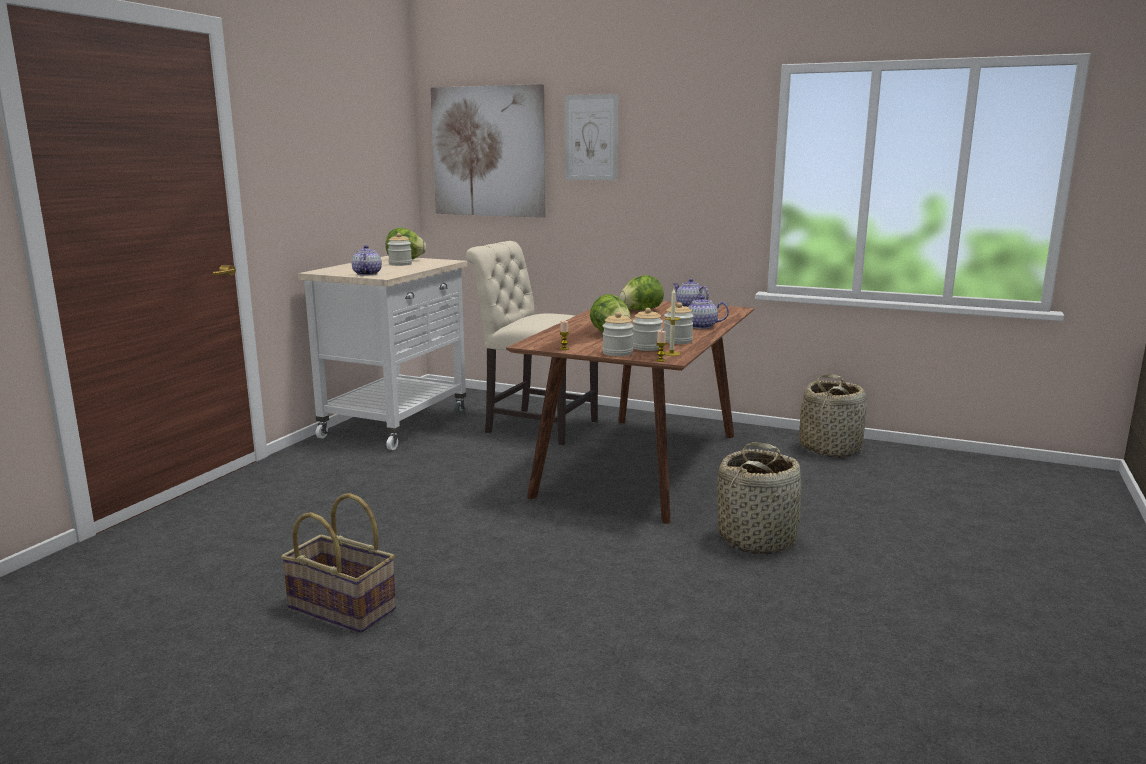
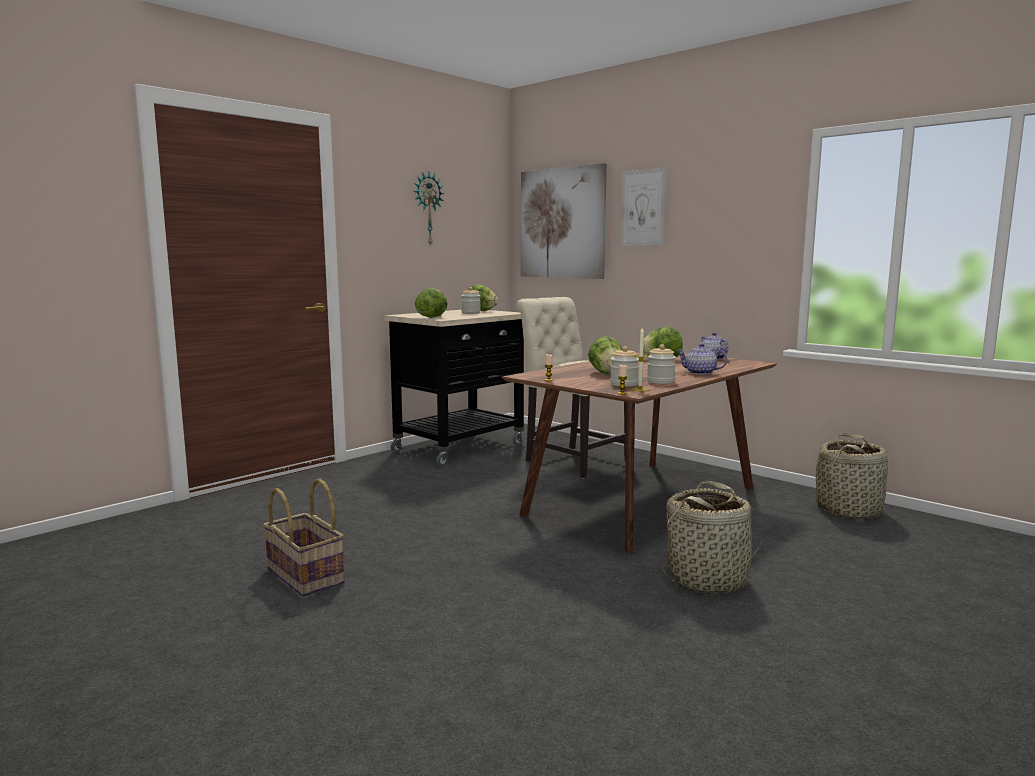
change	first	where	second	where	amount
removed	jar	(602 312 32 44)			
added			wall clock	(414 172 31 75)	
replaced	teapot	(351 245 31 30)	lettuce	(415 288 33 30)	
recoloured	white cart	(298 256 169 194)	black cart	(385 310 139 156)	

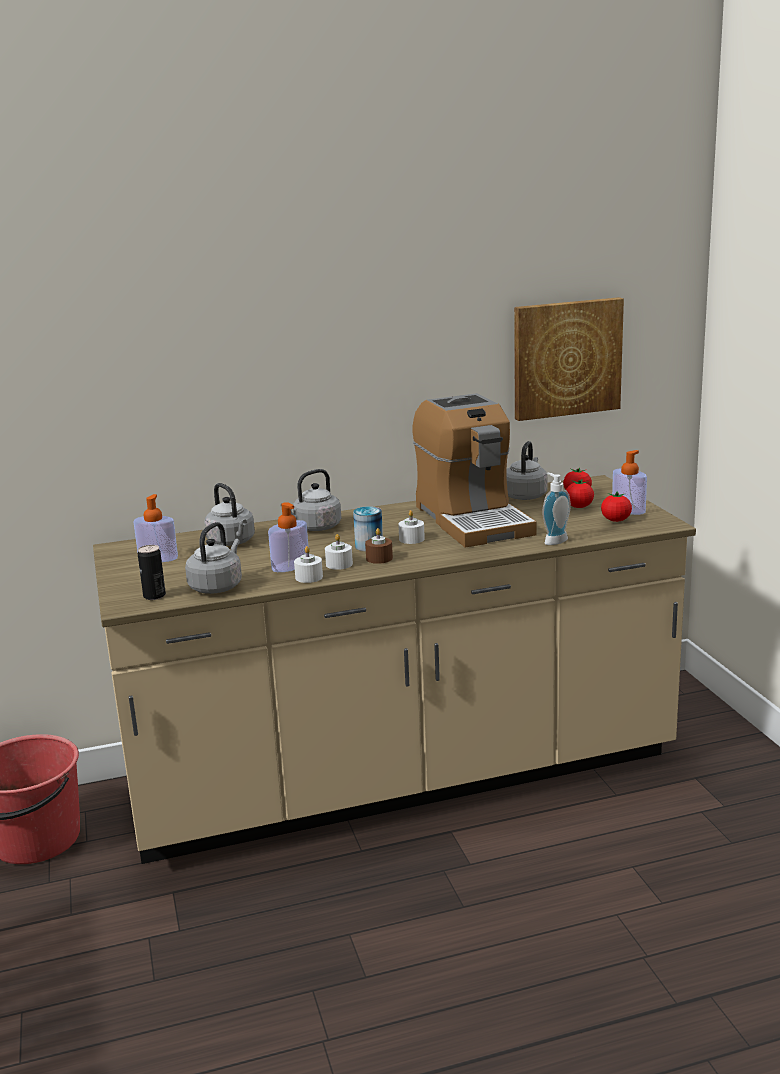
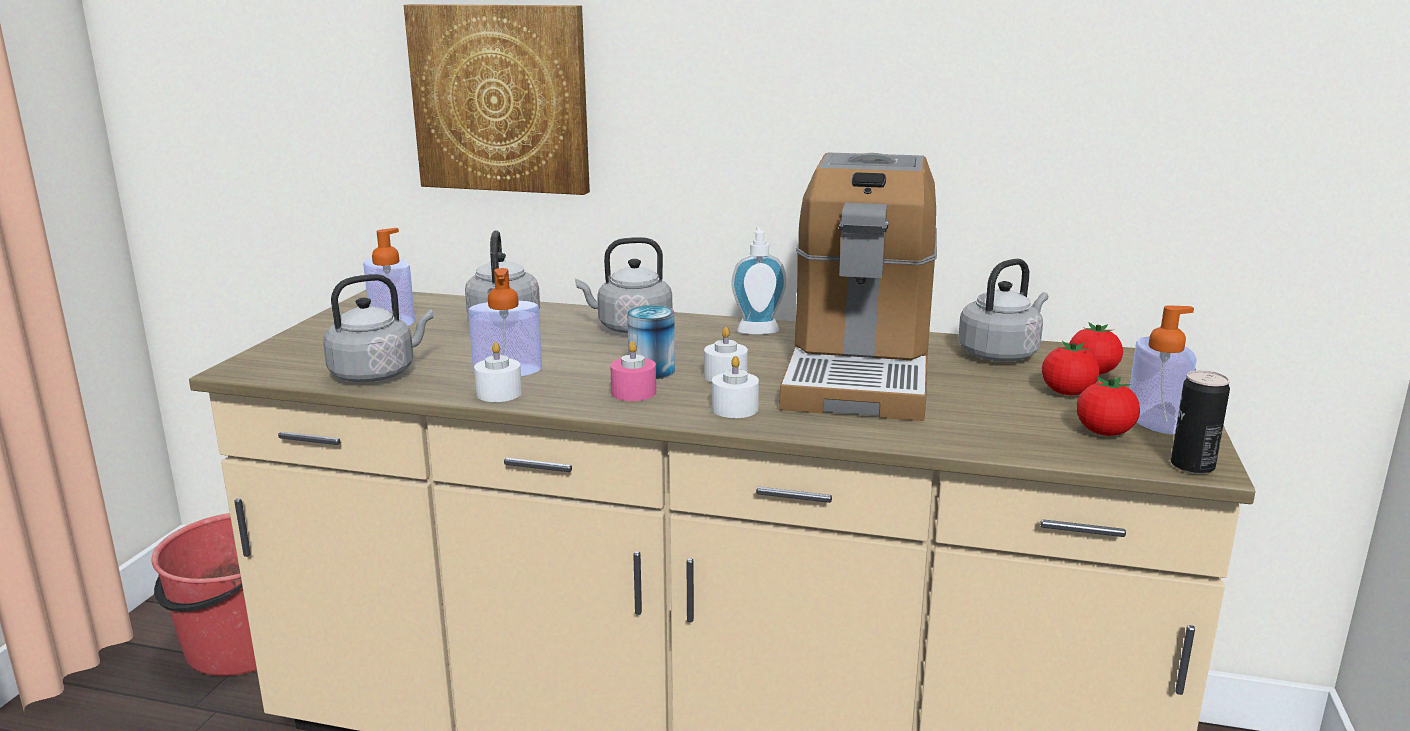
change	first	where	second	where	amount
moved	can	(138 545 28 55)		(1171 370 59 104)	
moved	white candle	(325 534 28 36)		(712 356 47 62)	
moved	picture	(514 297 110 124)		(404 4 186 191)	
moved	soap dispenser	(542 473 29 72)		(732 227 55 108)	
recoloured	brown candle	(365 528 28 36)	pink candle	(610 341 46 60)	

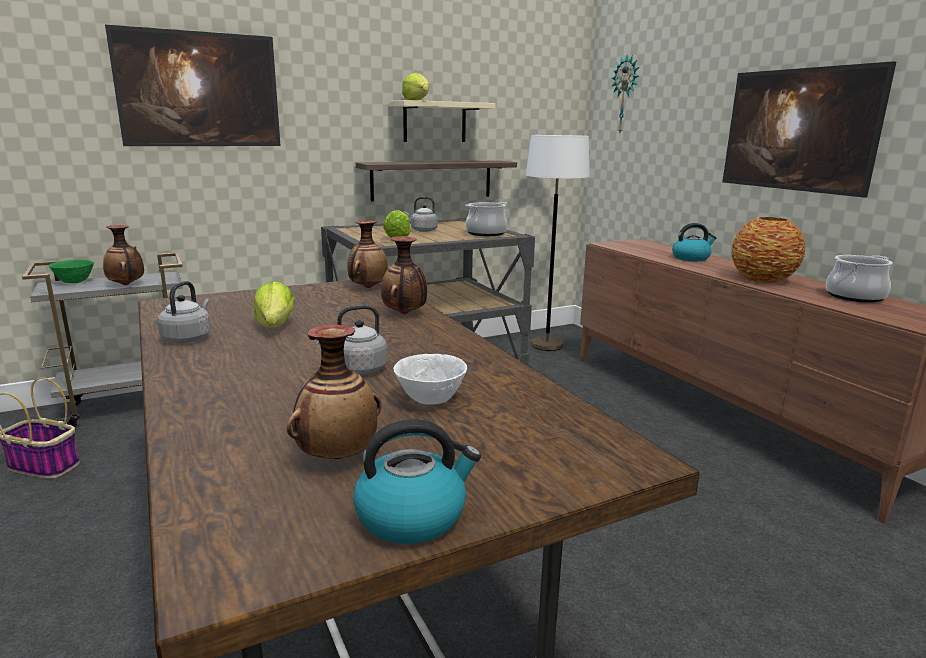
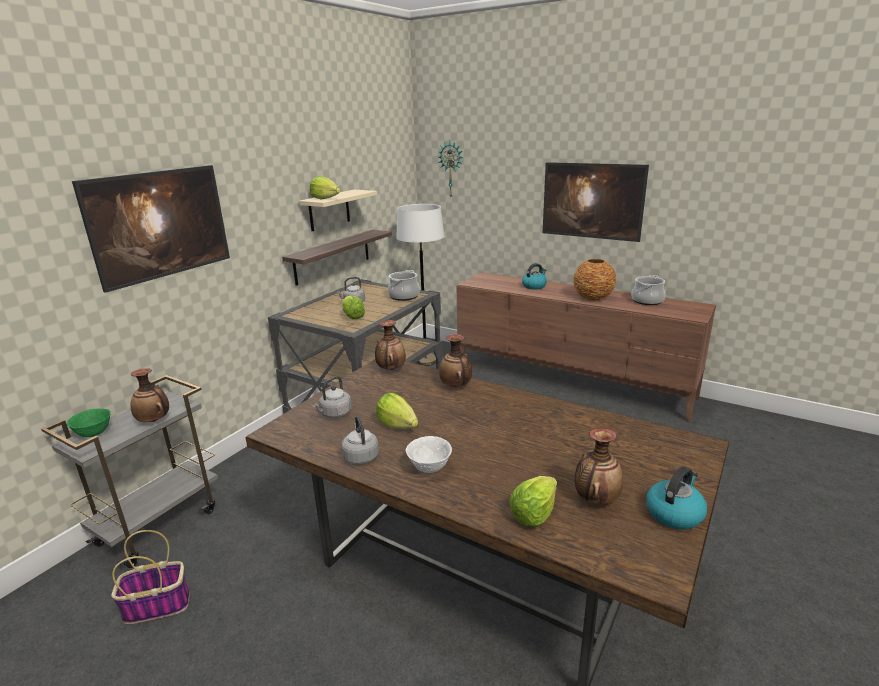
change	first	where	second	where	amount
added			lettuce	(509 476 48 52)	
moved	grey kettle	(316 305 71 70)		(312 376 40 42)	
moved	white bowl	(393 354 74 51)		(406 436 46 37)	

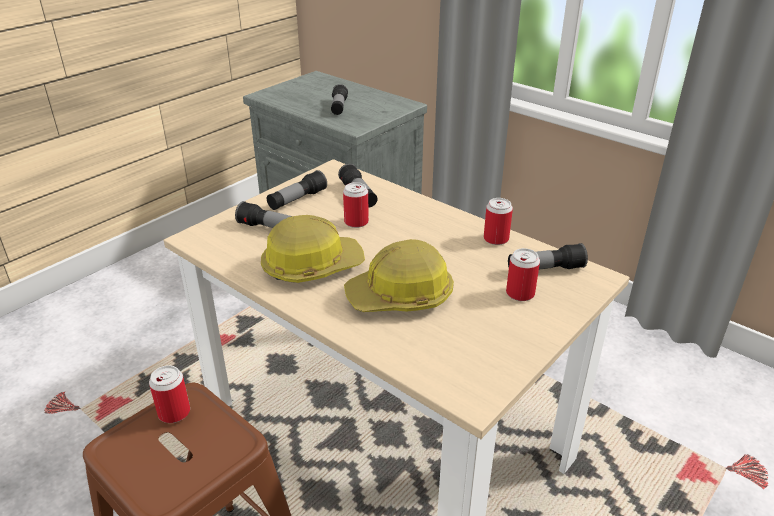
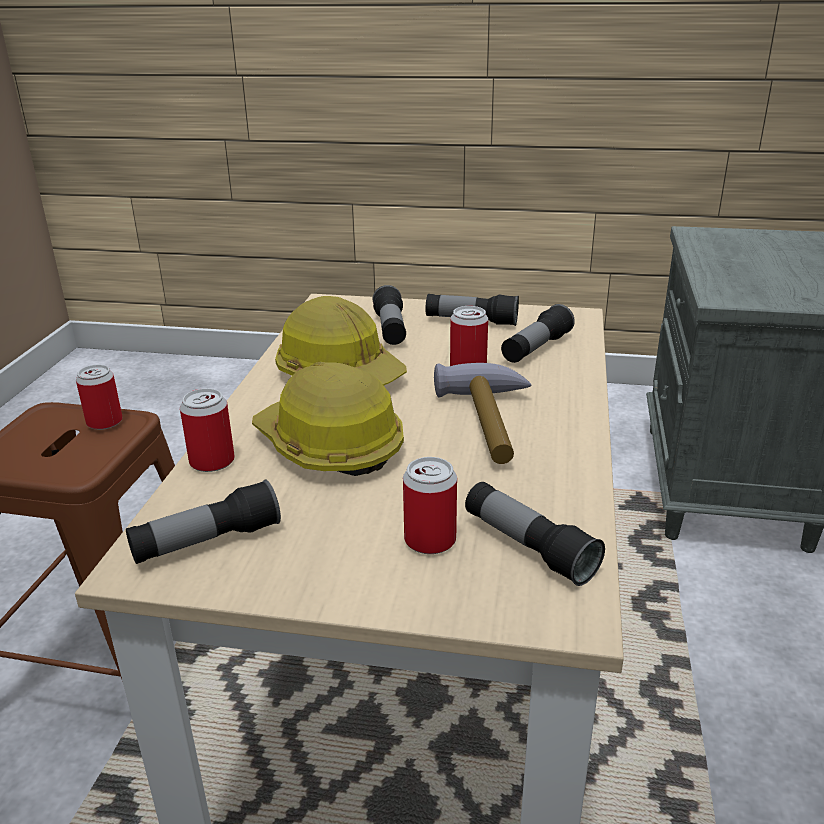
change	first	where	second	where	amount
added			hammer	(434 363 97 101)	
moved	flashlight	(331 84 17 31)		(126 480 155 84)	
moved	can	(484 198 29 47)		(180 388 55 84)	

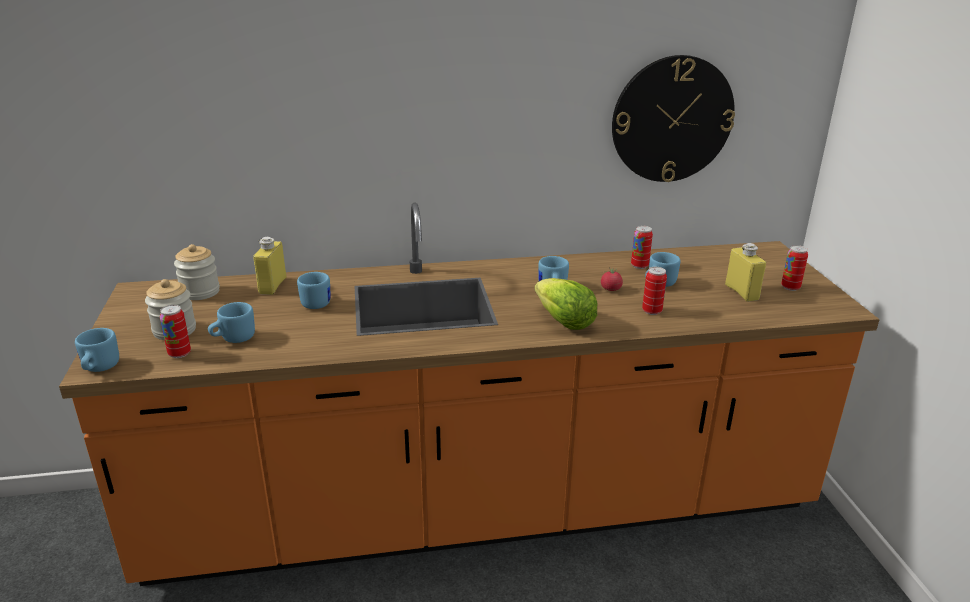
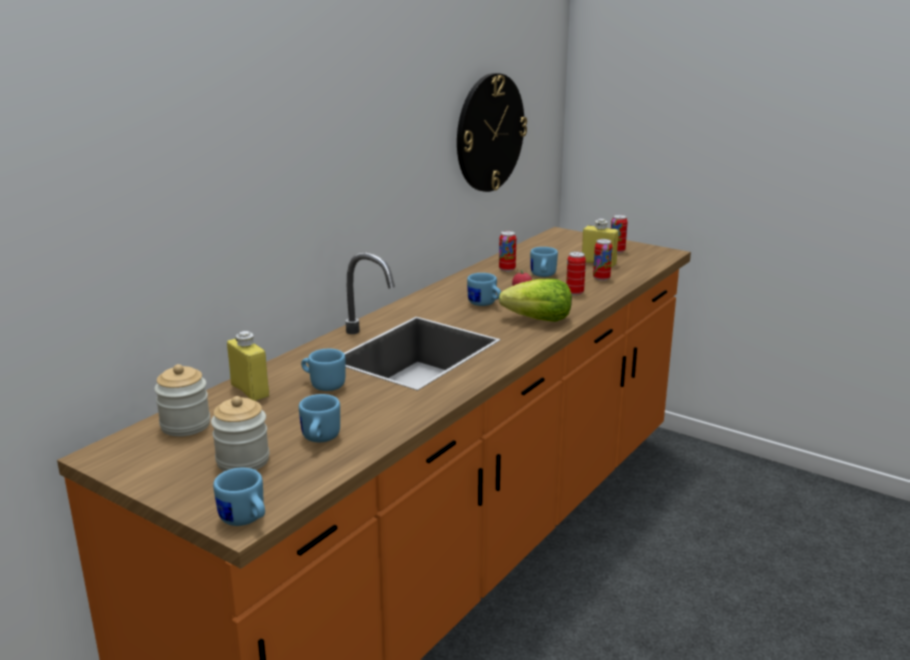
change	first	where	second	where	amount
moved	can	(160 305 31 53)		(593 239 19 42)	

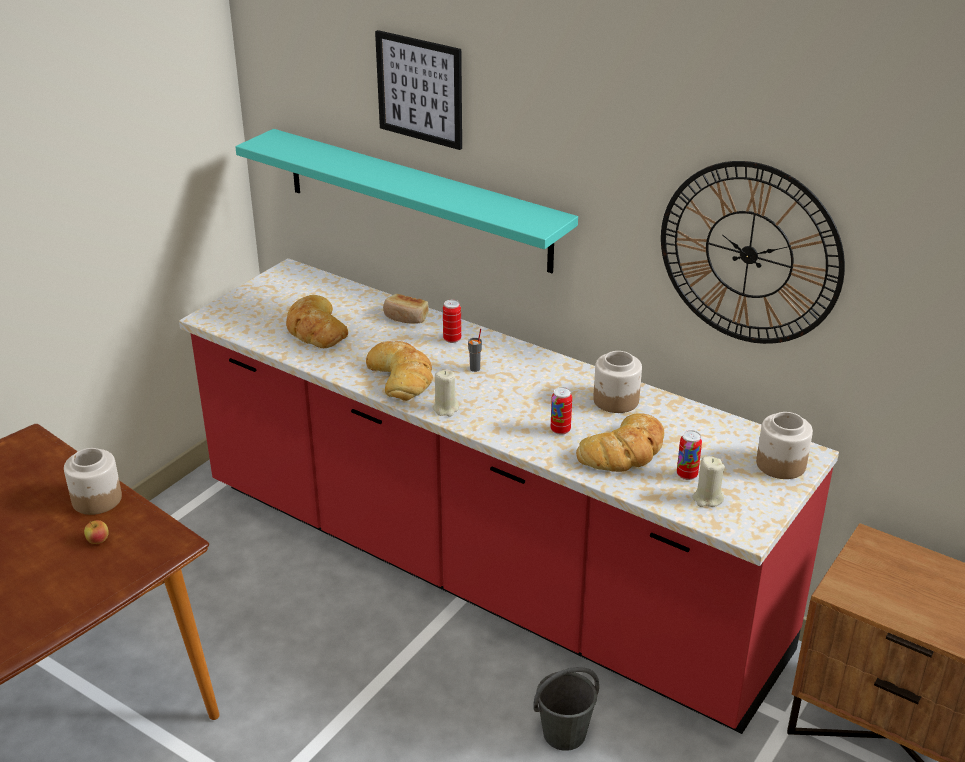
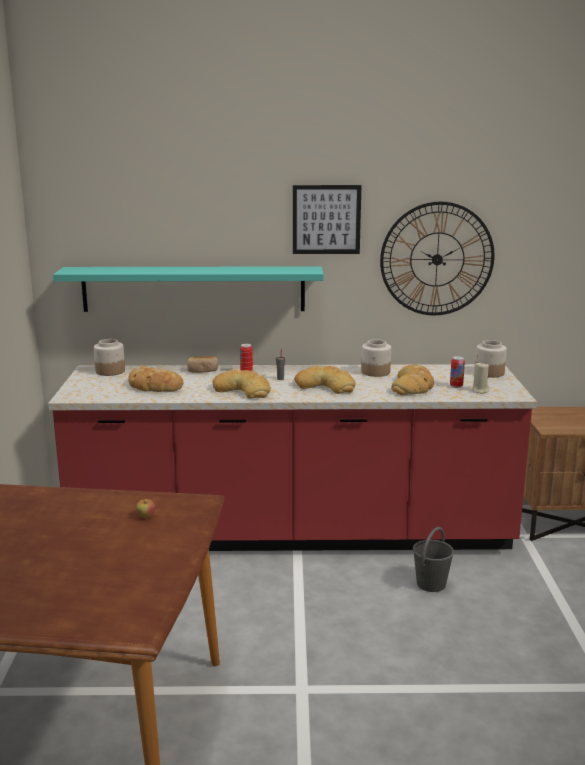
change	first	where	second	where	amount
removed	beige candle	(433 370 26 47)			
removed	can	(551 387 21 48)			
added			bread	(294 365 62 29)	
moved	jar	(64 448 58 67)		(94 339 31 37)	
moved	picture	(375 30 87 120)		(293 185 69 69)	

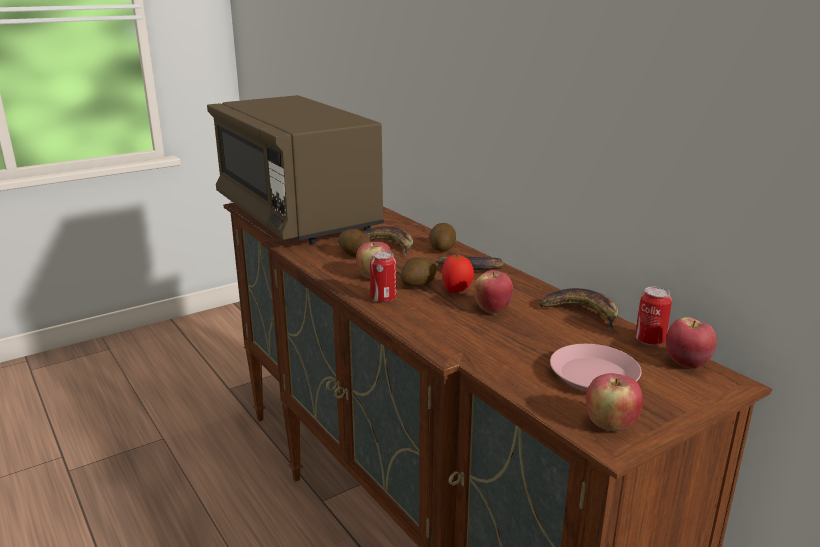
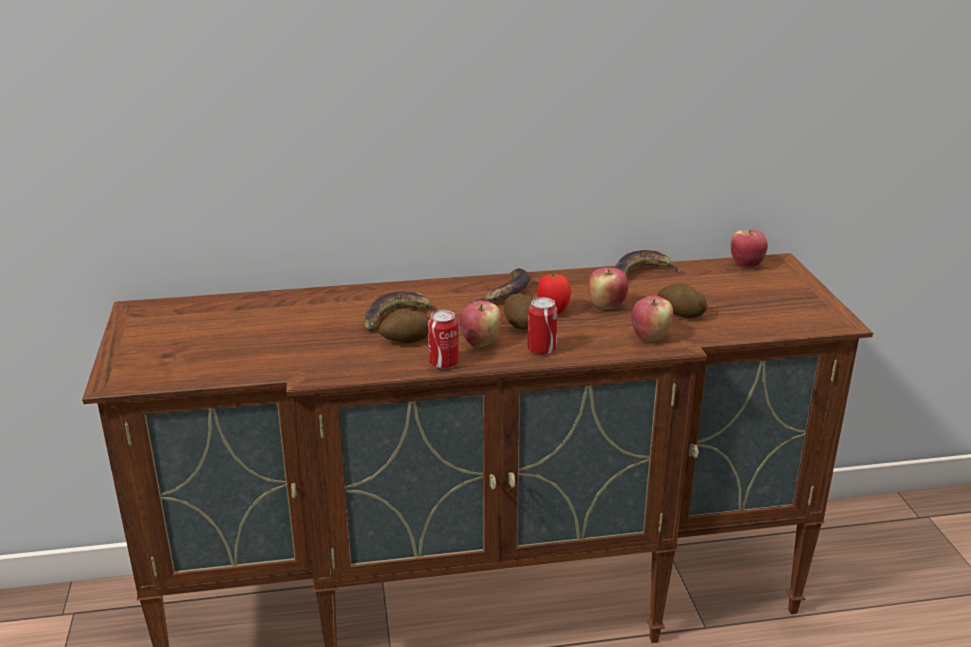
change	first	where	second	where	amount
removed	brown microwave	(207 95 177 149)			
removed	pink plate	(550 344 91 48)			
moved	potato	(429 223 27 29)		(658 283 49 35)	
moved	apple	(586 373 57 58)		(631 296 42 46)	
moved	can	(635 287 37 59)		(428 310 31 59)	

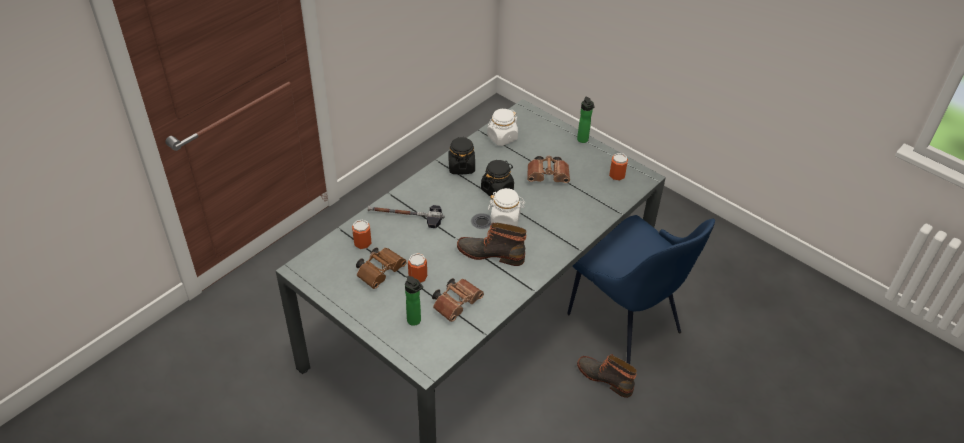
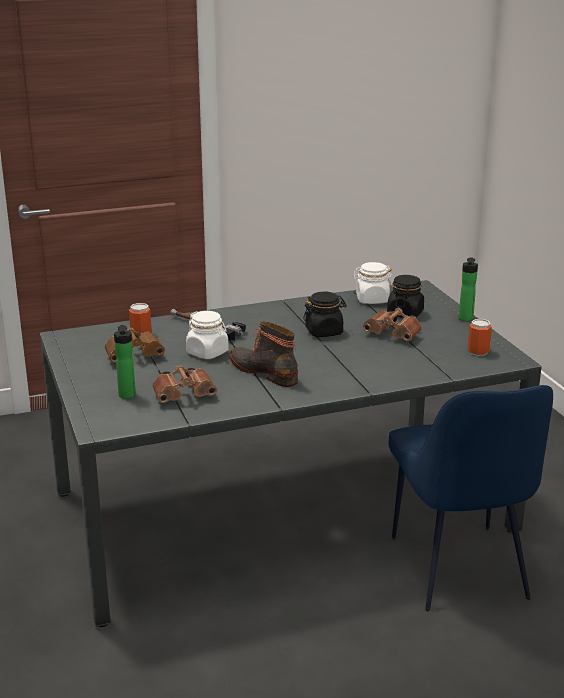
change	first	where	second	where	amount
removed	can	(408 253 19 30)			
removed	boot	(577 354 60 44)			
moved	black jar	(448 137 27 37)		(387 275 37 43)	
moved	white jar	(488 188 37 38)		(186 311 43 48)	

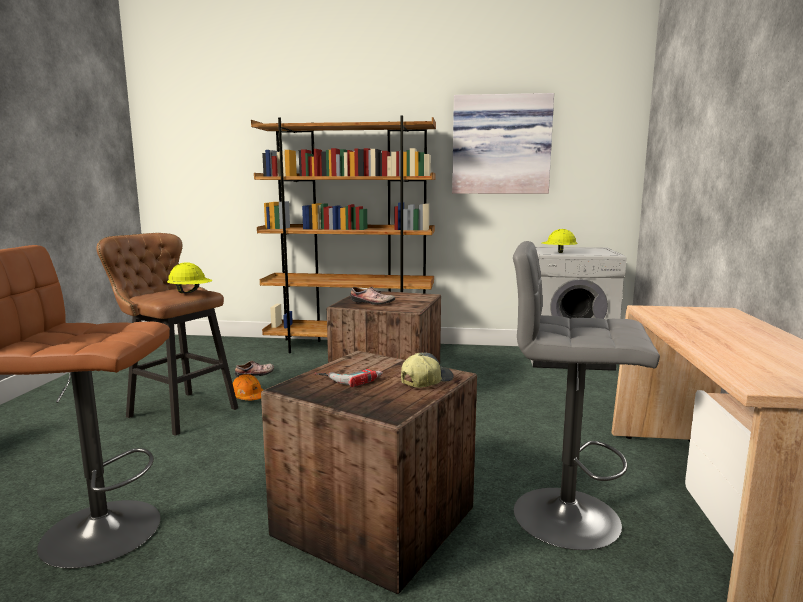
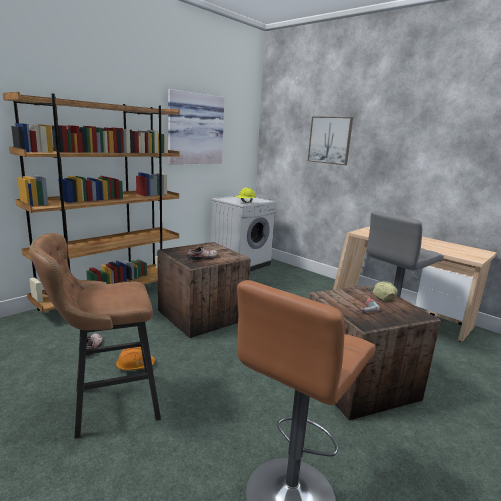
change	first	where	second	where	amount
removed	yellow hard hat	(167 262 46 31)			
added			picture	(308 116 45 49)	

